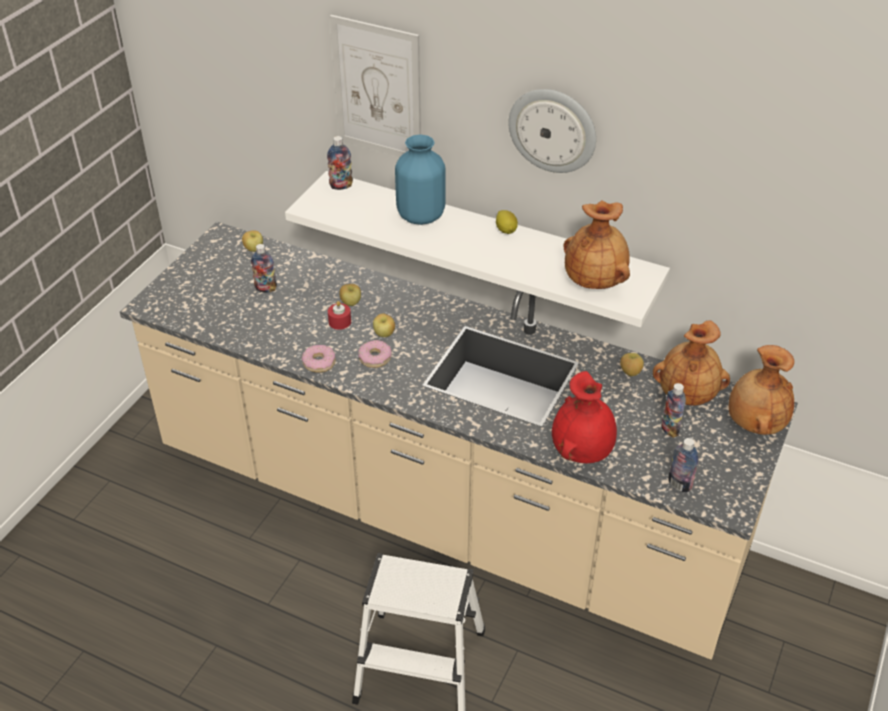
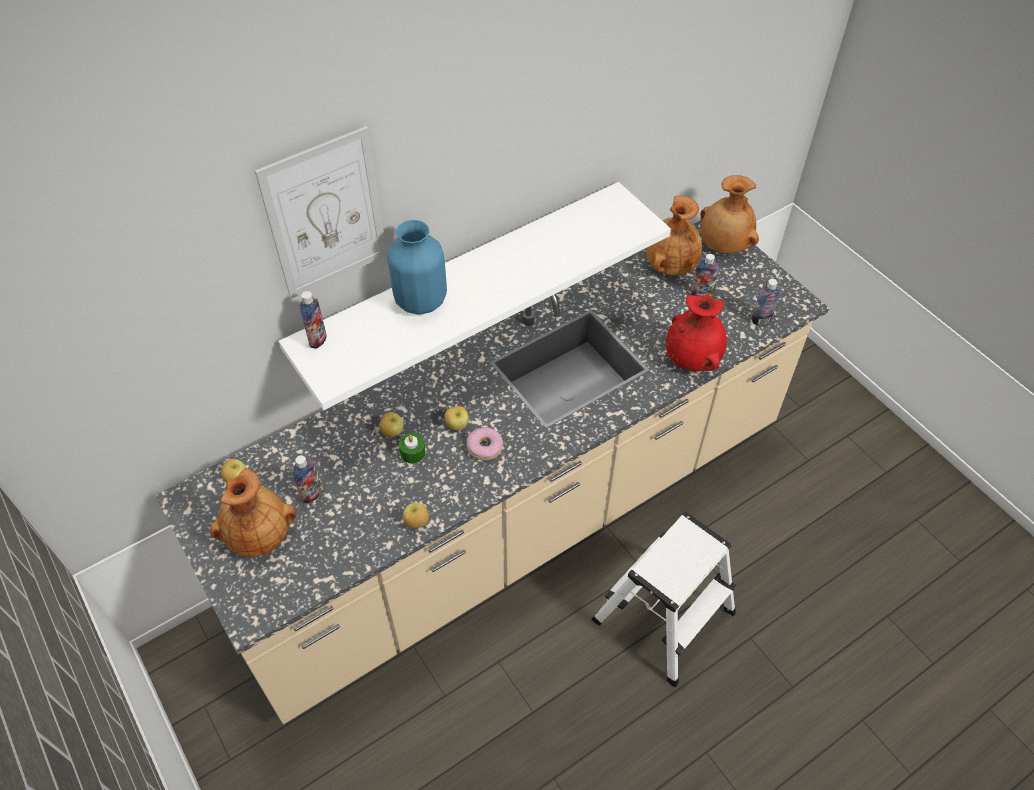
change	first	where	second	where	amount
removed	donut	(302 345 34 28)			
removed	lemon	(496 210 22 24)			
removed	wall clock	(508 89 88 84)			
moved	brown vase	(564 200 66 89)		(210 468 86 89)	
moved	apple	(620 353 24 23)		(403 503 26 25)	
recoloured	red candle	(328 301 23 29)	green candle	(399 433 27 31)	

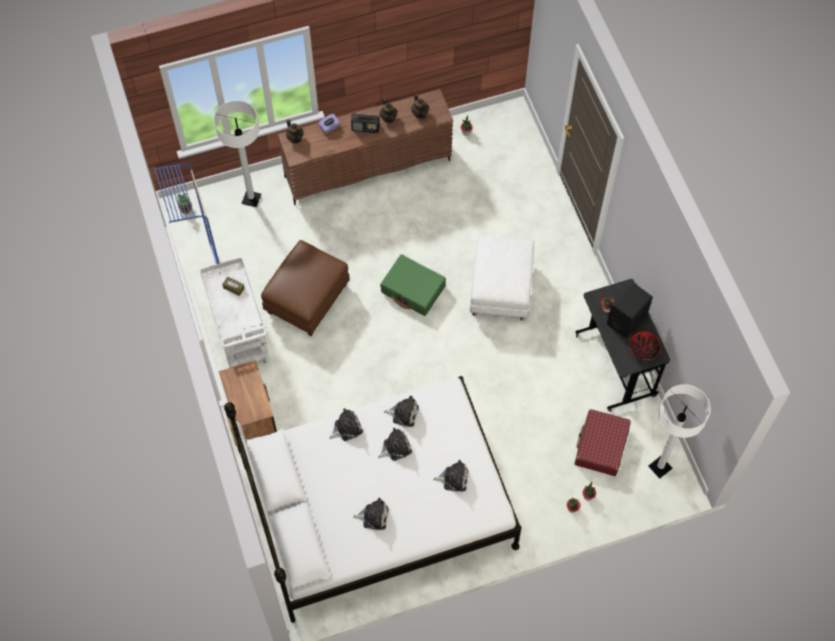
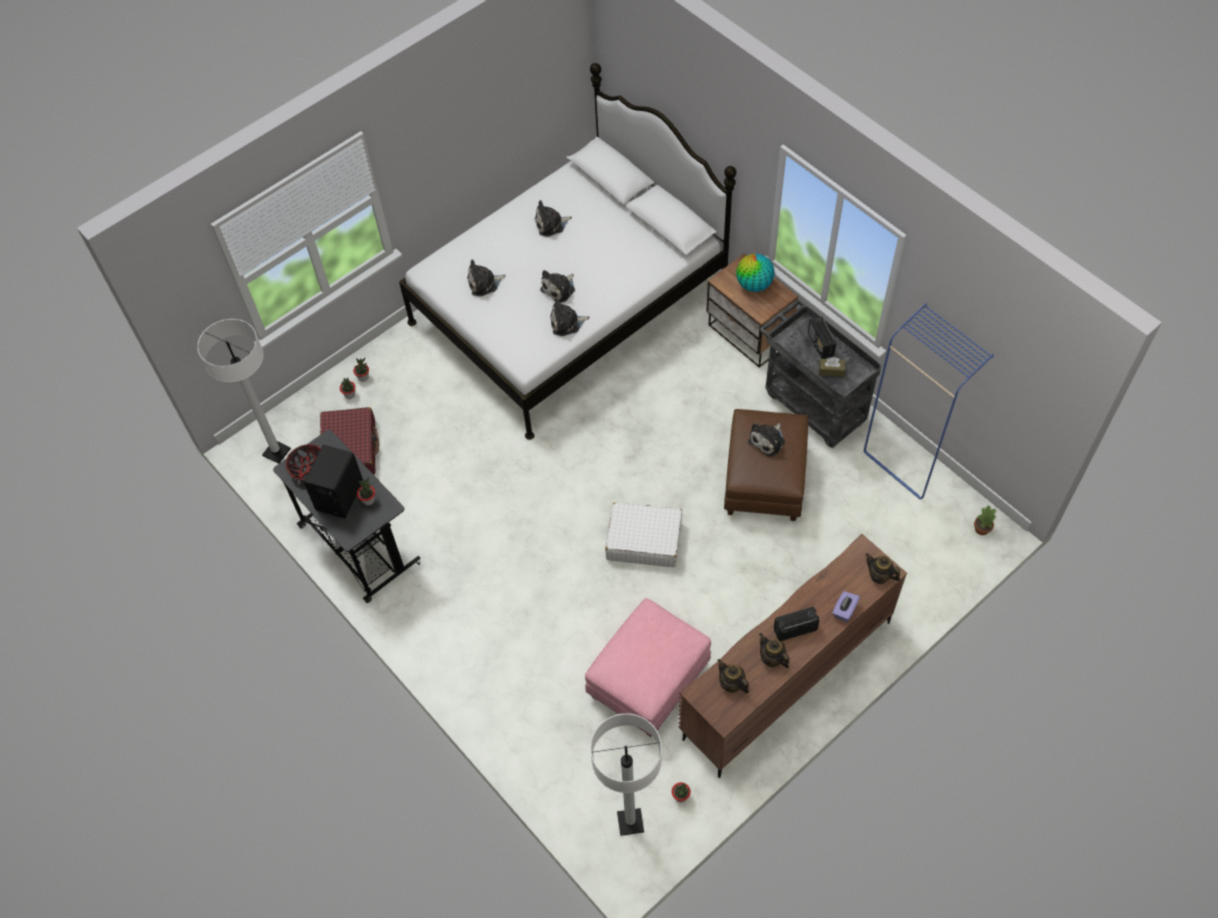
change	first	where	second	where	amount
removed	white ottoman	(470 235 64 86)			
added			pink ottoman	(585 598 126 139)	
added			globe	(736 254 39 38)	
added			radio	(808 316 28 43)	
moved	white floor lamp	(214 100 47 107)		(590 713 72 123)	
moved	plush toy	(330 408 33 33)		(748 423 37 34)	
recoloured	white cart	(200 258 69 110)	black cart	(760 299 121 149)	
recoloured	green suitcase	(380 254 66 62)	white suitcase	(605 502 77 65)	

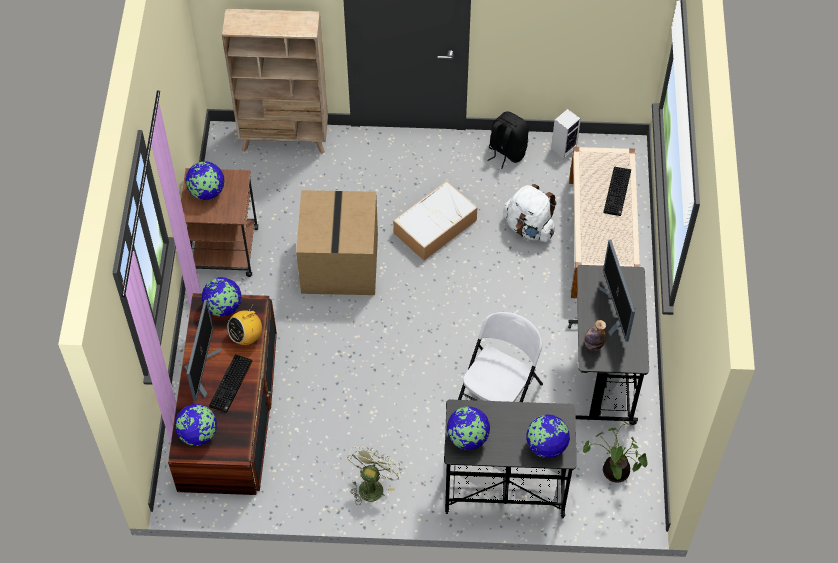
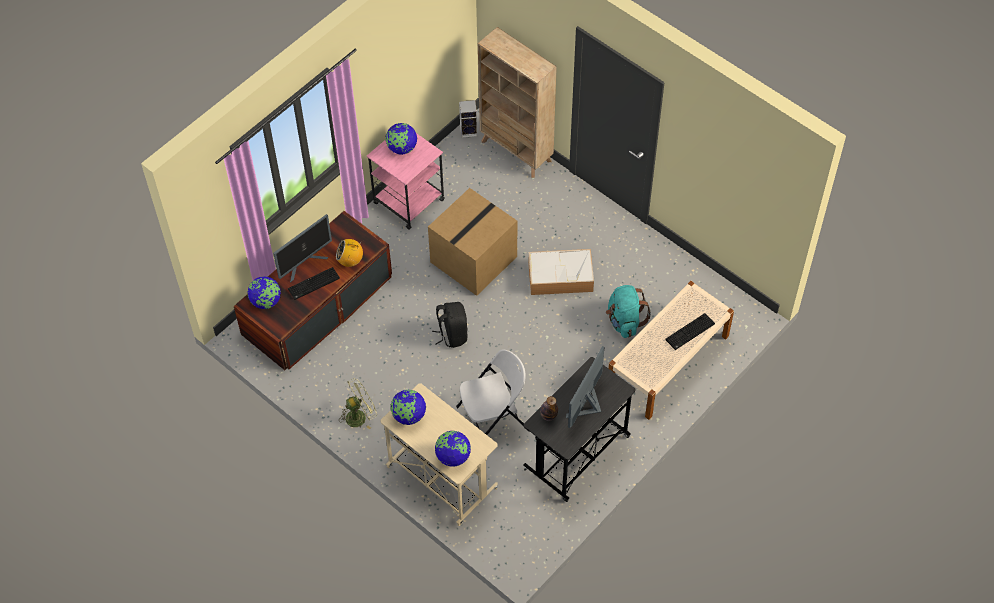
change	first	where	second	where	amount
removed	globe	(202 277 40 40)			
removed	potted plant	(582 420 66 62)			
moved	black backpack	(488 111 41 58)		(432 302 36 46)	
moved	speaker	(551 109 30 49)		(459 100 19 38)	
recoloured	brown cart	(181 168 77 109)	pink cart	(367 133 77 96)	
recoloured	black desk	(444 399 132 120)	beige desk	(381 383 117 143)	
recoloured	white backpack	(503 184 54 58)	turquoise backpack	(606 285 45 53)	

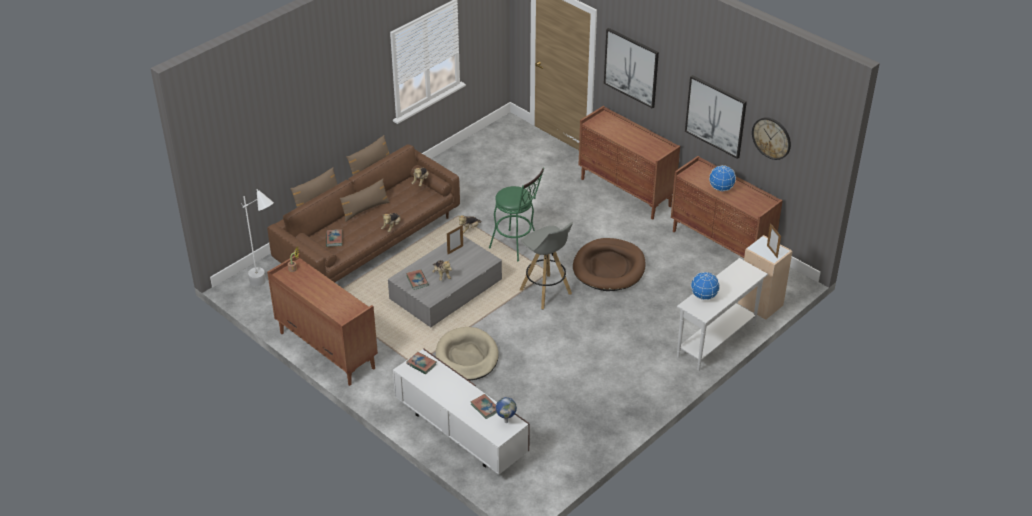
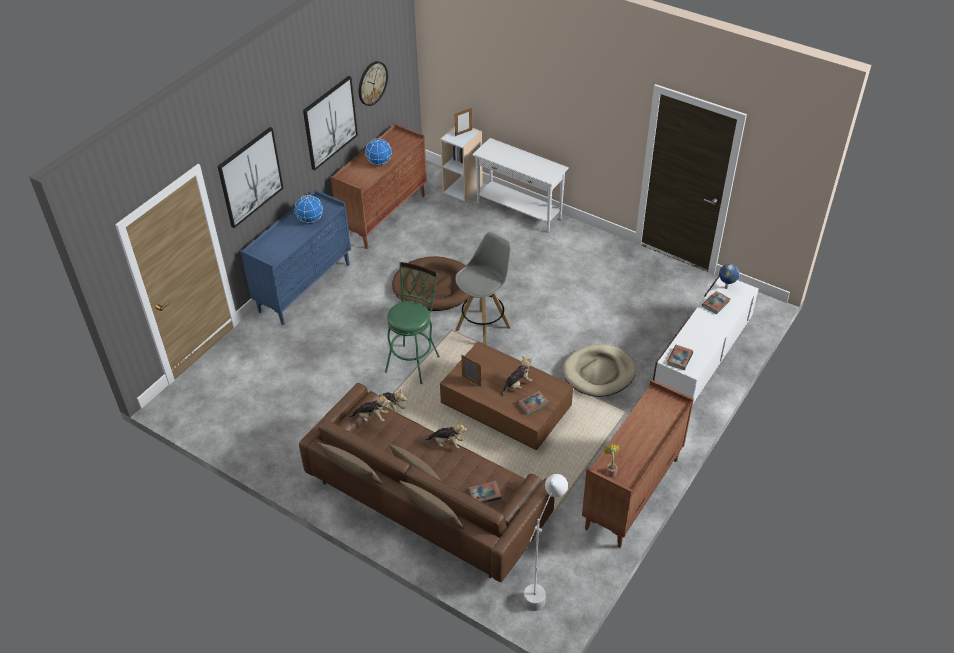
change	first	where	second	where	amount
moved	globe	(691 272 29 28)		(294 195 29 28)	
recoloured	grey coffee table	(388 236 114 91)	brown coffee table	(440 341 133 110)	
recoloured	brown cabinet	(579 106 101 114)	blue cabinet	(240 190 111 135)	

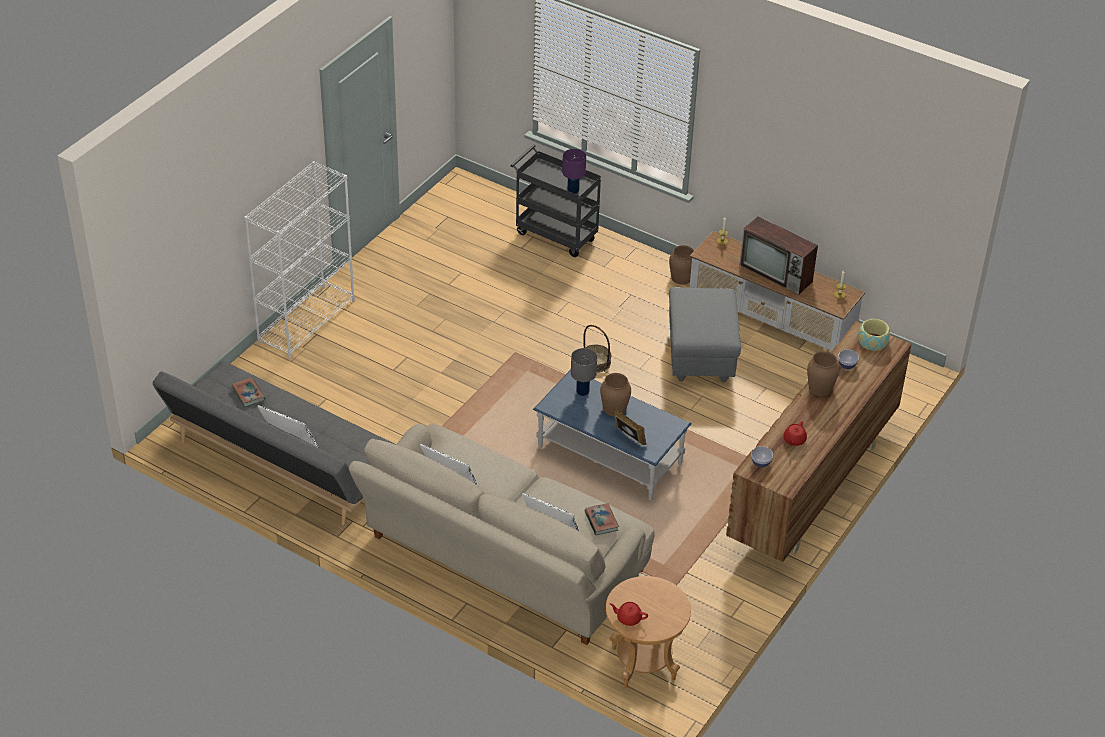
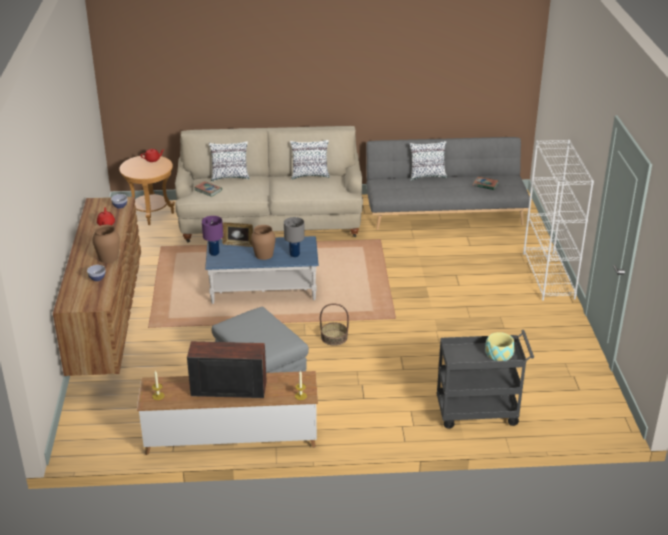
change	first	where	second	where	amount
removed	brown vase	(669 245 25 40)			
moved	purple table lamp	(562 149 24 45)		(202 216 21 40)	
moved	bowl	(858 319 32 32)		(485 332 30 29)	

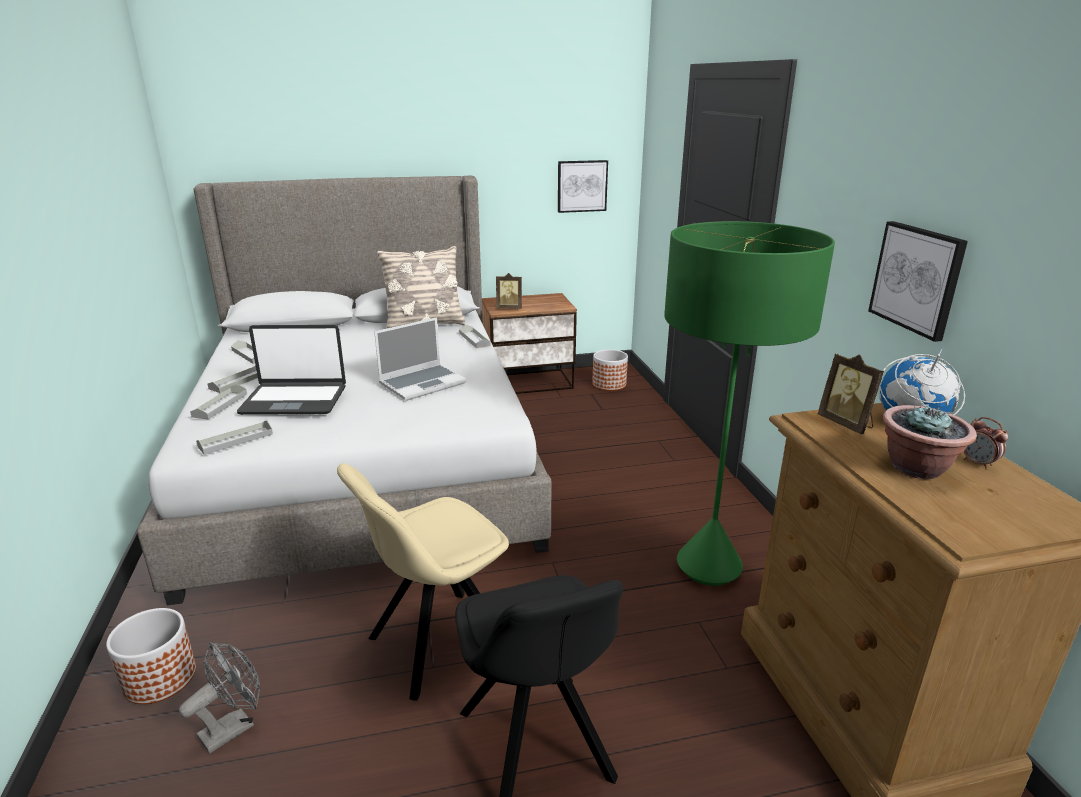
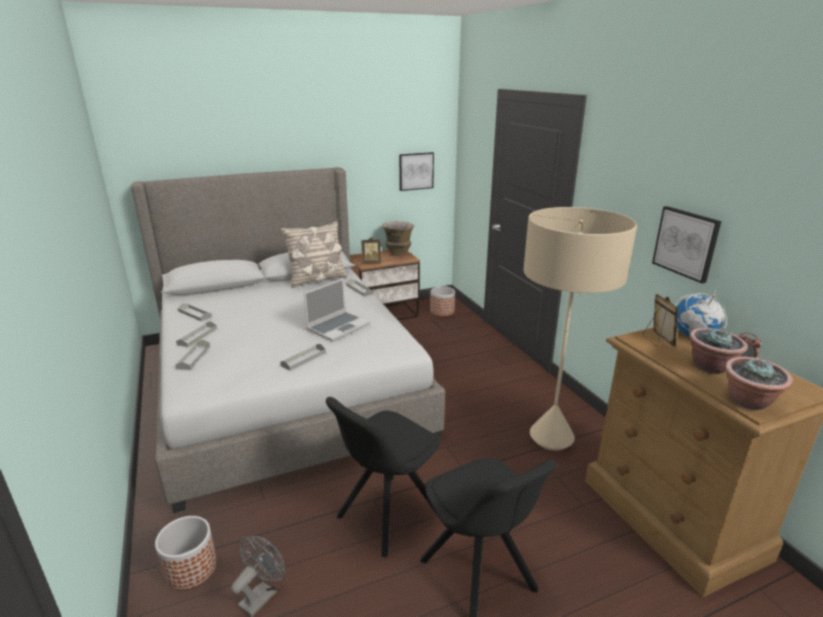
change	first	where	second	where	amount
removed	laptop	(237 325 109 90)			
added			vase	(382 221 32 35)	
added			potted plant	(725 356 68 54)	
moved	grey tray	(196 421 77 34)		(280 344 46 27)	
recoloured	beige chair	(337 463 172 238)	black chair	(326 397 115 160)	
recoloured	green floor lamp	(664 221 171 365)	beige floor lamp	(523 207 114 244)	
turned	picture frame	(817 353 67 81)		(643 294 35 53)	150 degrees counterclockwise

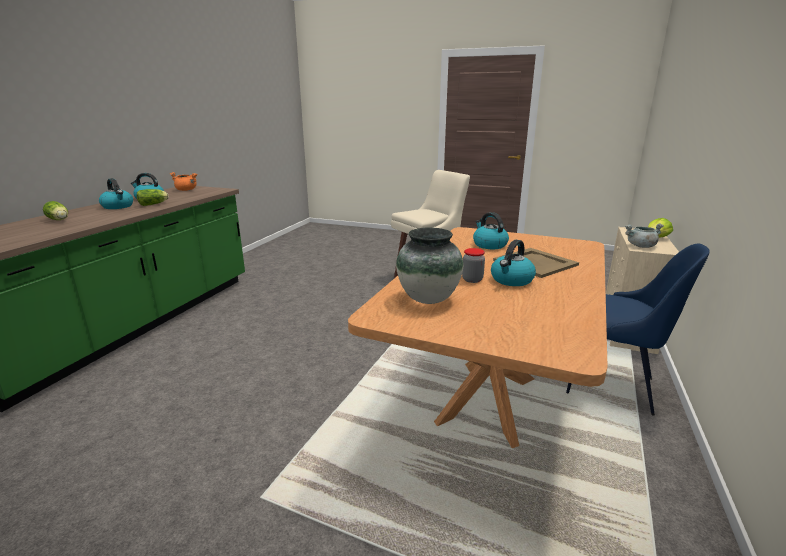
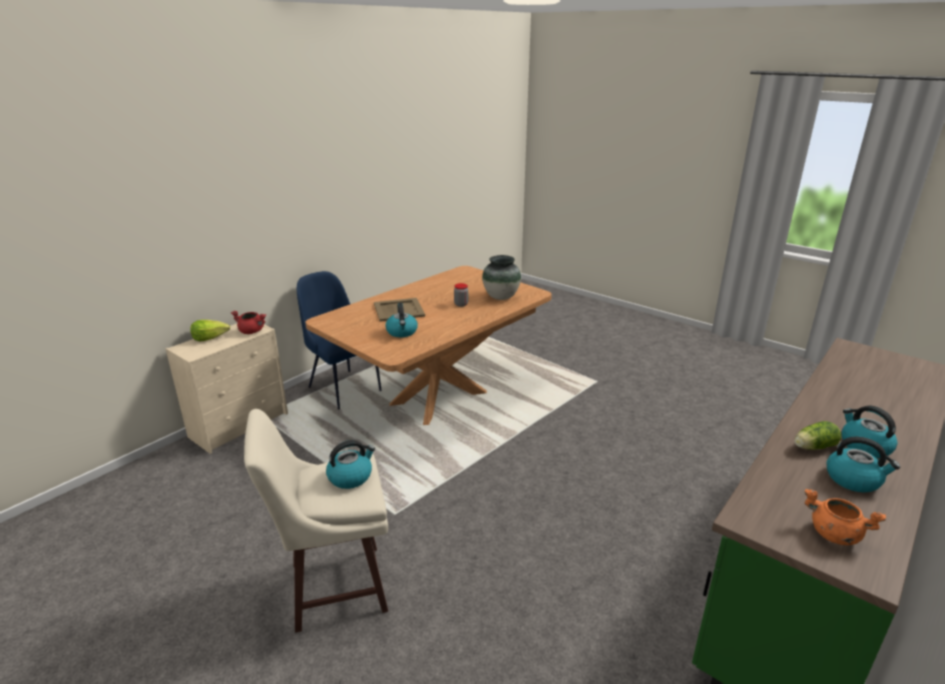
change	first	where	second	where	amount
removed	lettuce	(43 201 25 19)			
moved	kettle	(491 240 45 46)		(326 440 49 49)	
recoloured	grey cooking pot	(625 223 39 25)	red cooking pot	(231 311 35 23)	

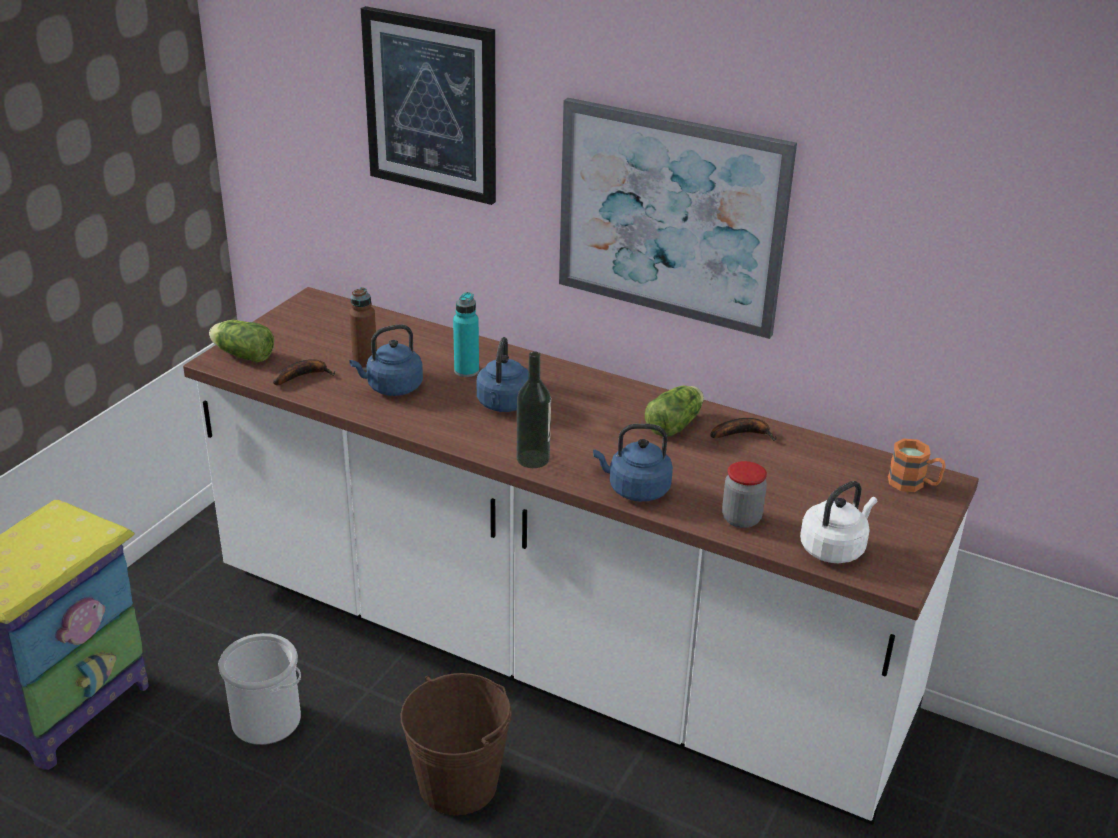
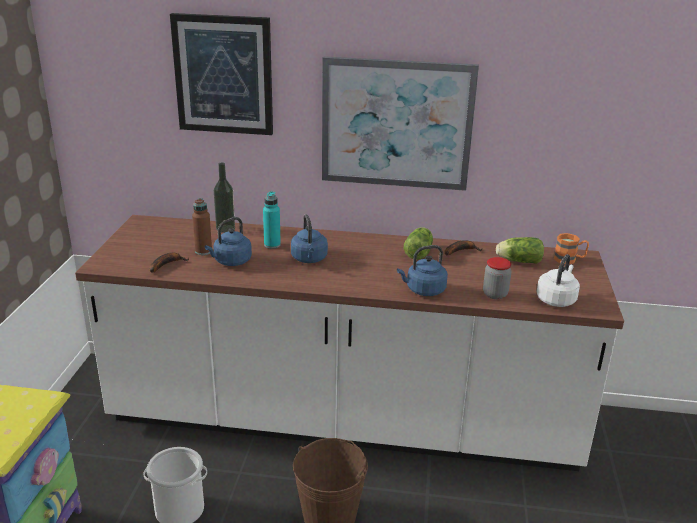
change	first	where	second	where	amount
moved	lettuce	(209 320 65 43)		(496 237 48 27)	
moved	bottle	(517 351 34 117)		(214 163 21 70)	

